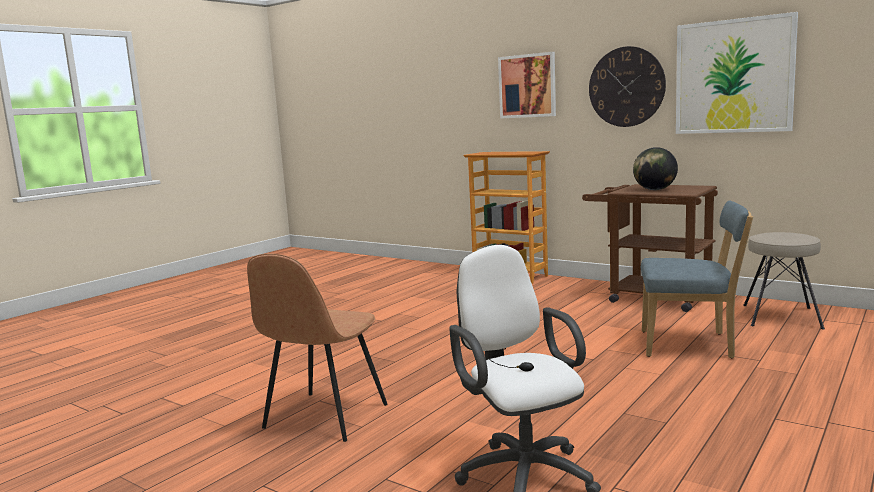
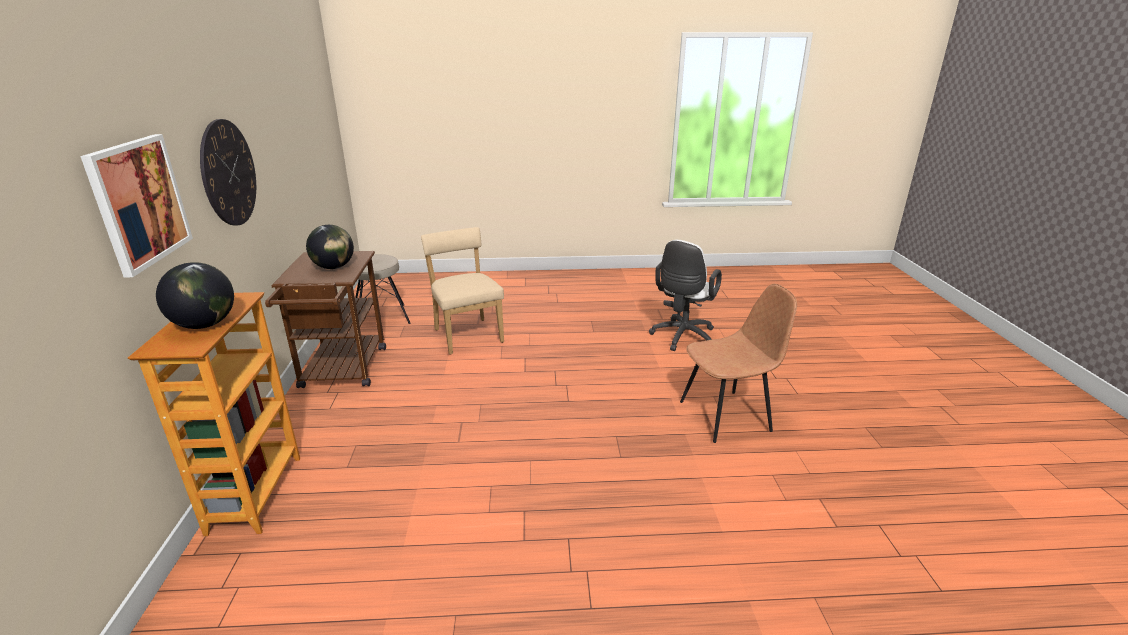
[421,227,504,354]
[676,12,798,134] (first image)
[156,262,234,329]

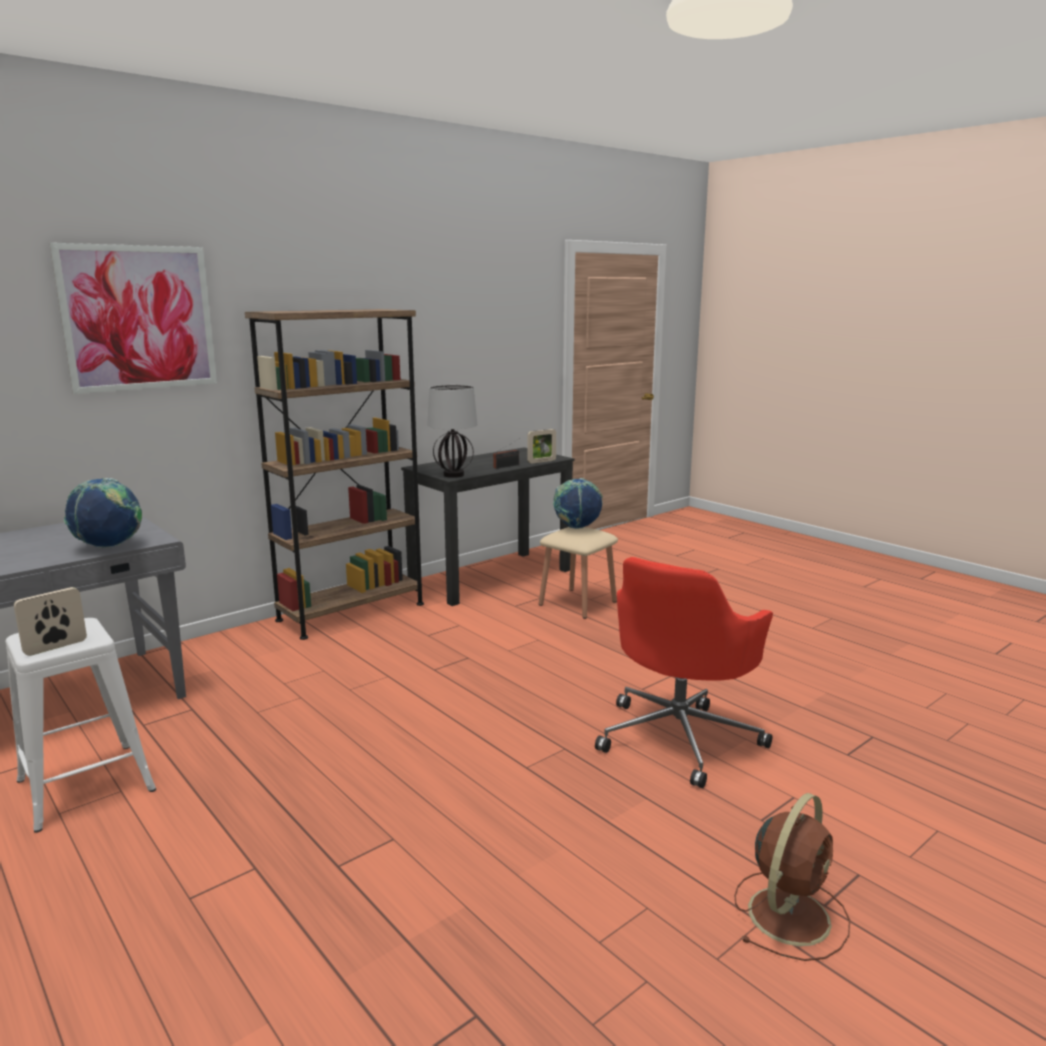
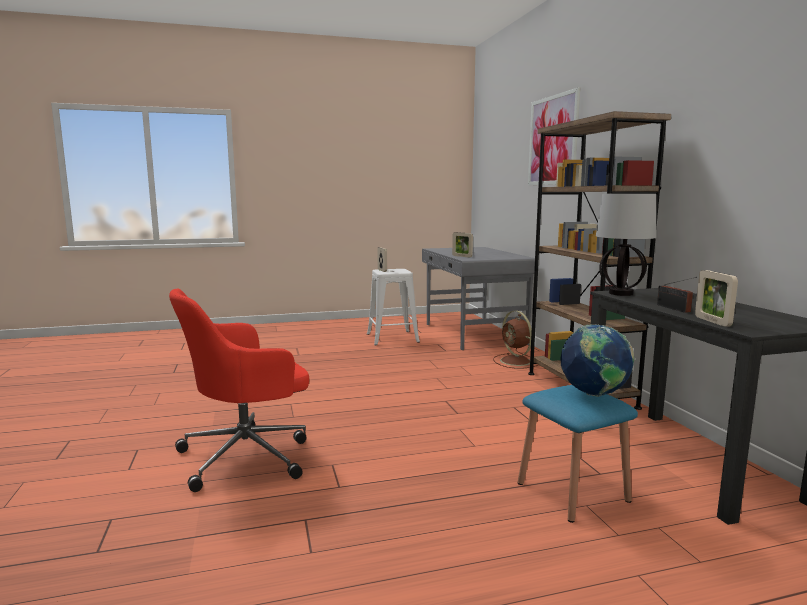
[452,232,473,257]
[518,385,638,523]
[169,289,309,492]
[493,311,538,369]

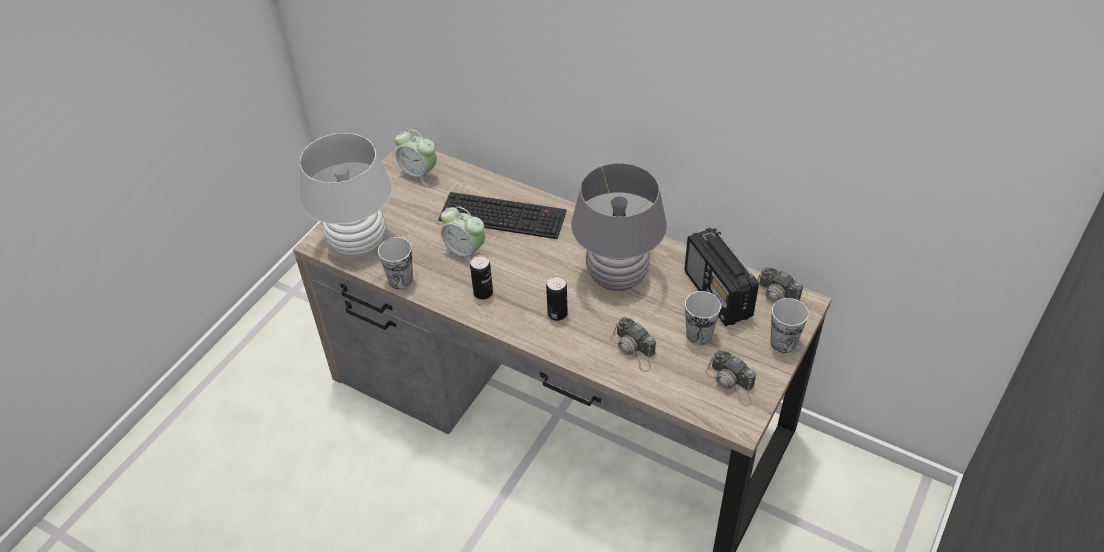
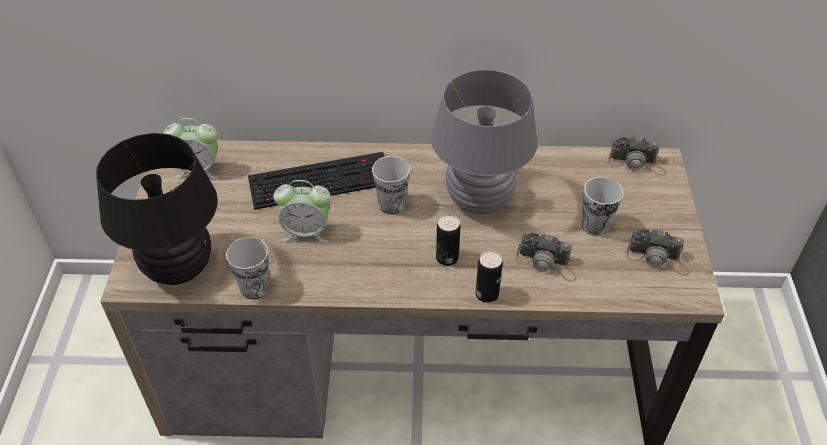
[96,133,218,285]
[475,251,503,303]
[685,228,759,326] (first image)
[372,156,410,214]

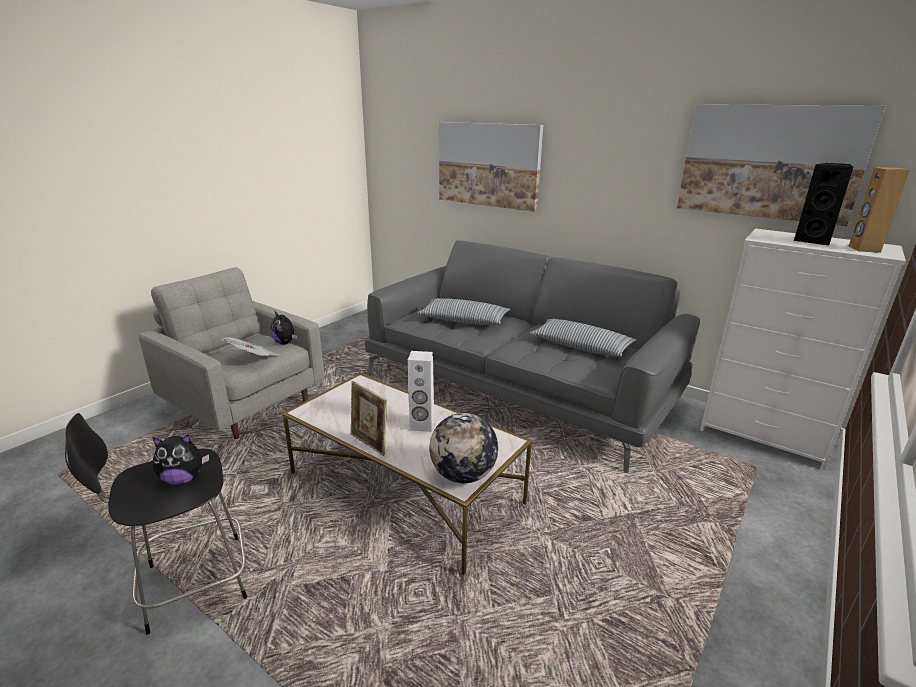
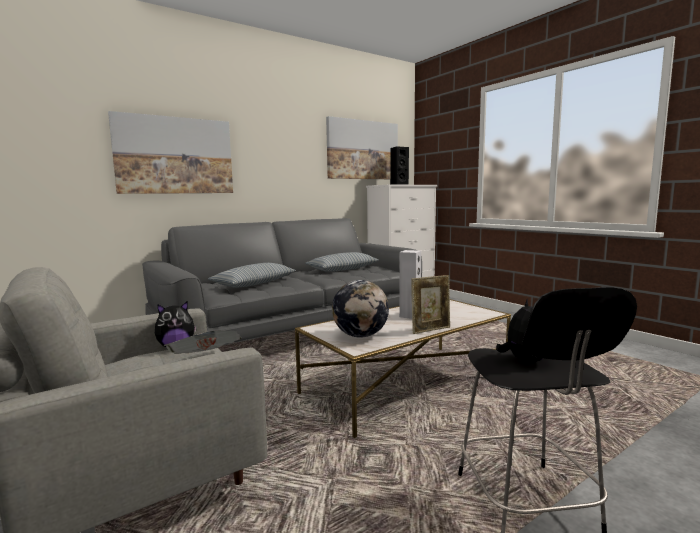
[332,280,389,338]
[849,167,910,253] (first image)

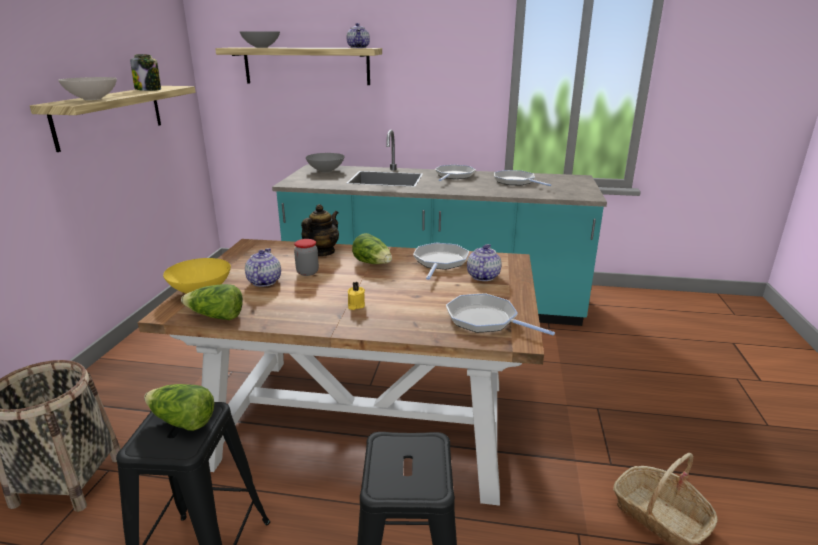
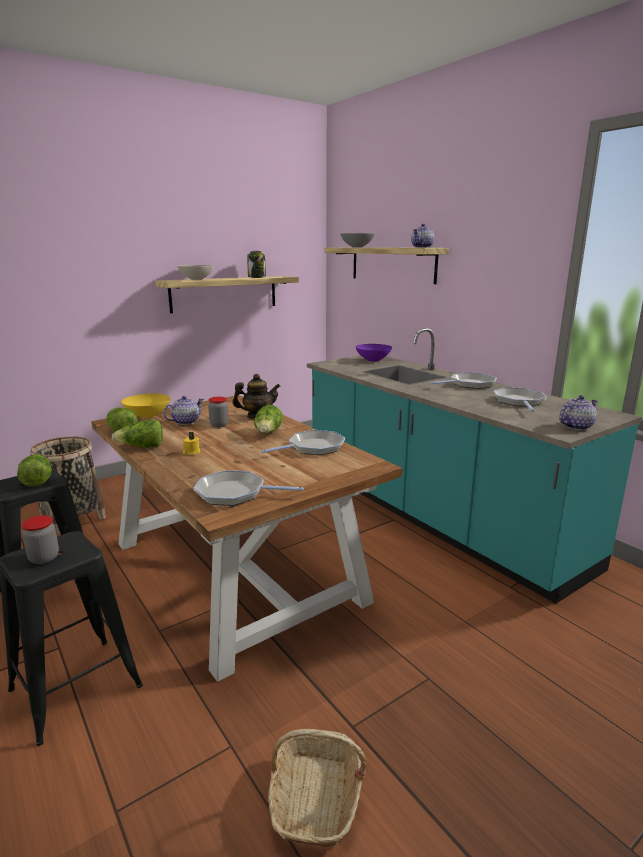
[356,344,392,362]
[194,470,304,506]
[559,395,598,430]
[22,516,59,564]
[112,420,163,447]

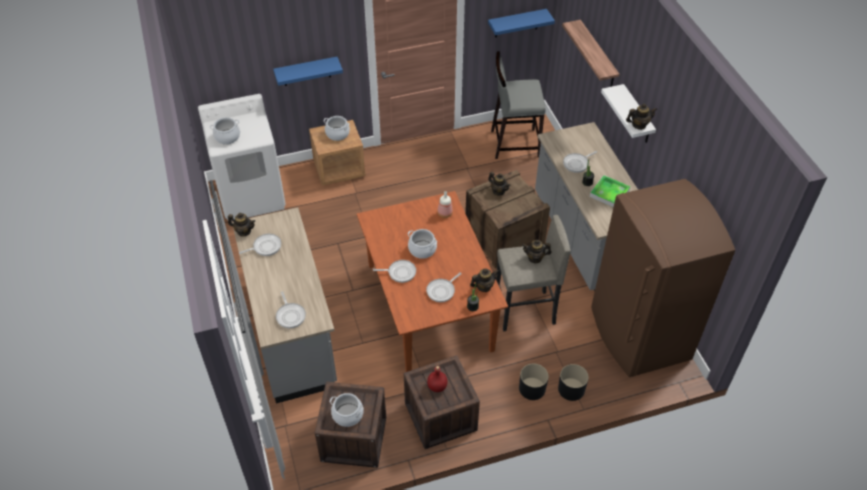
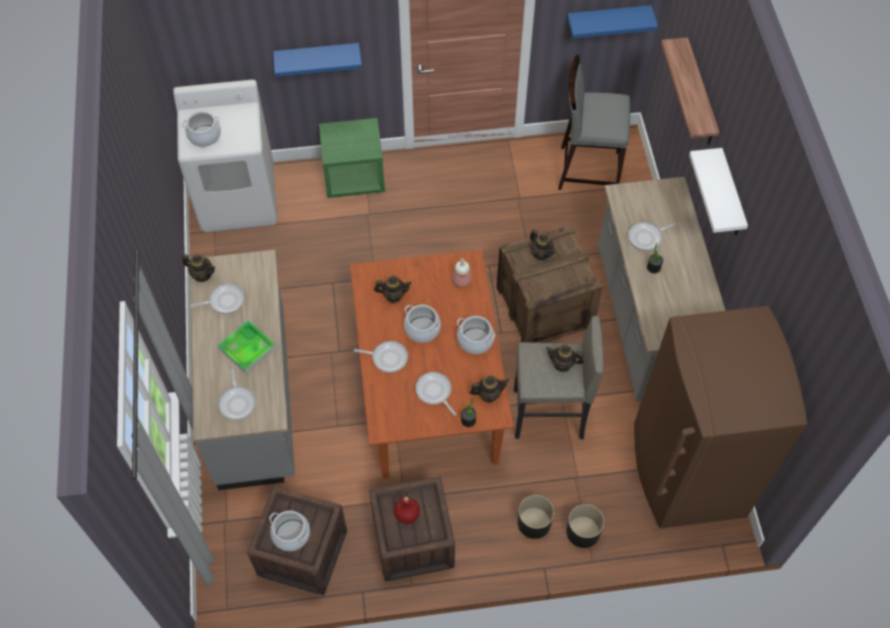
[319,118,385,198]
[457,316,495,354]
[415,372,456,416]
[218,320,276,374]
[374,276,412,303]

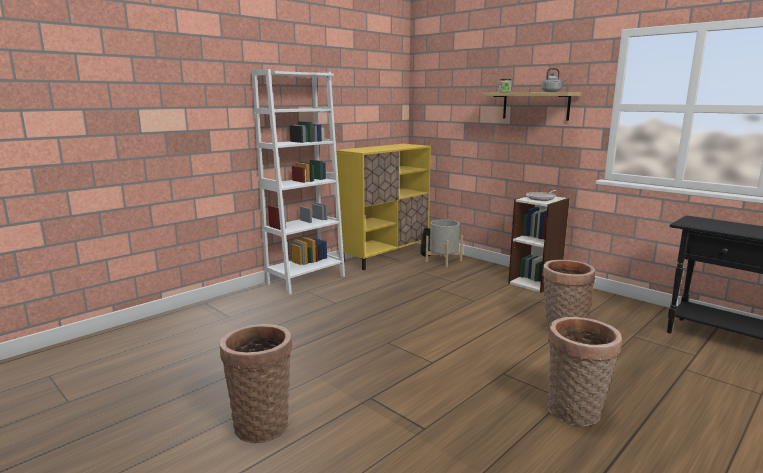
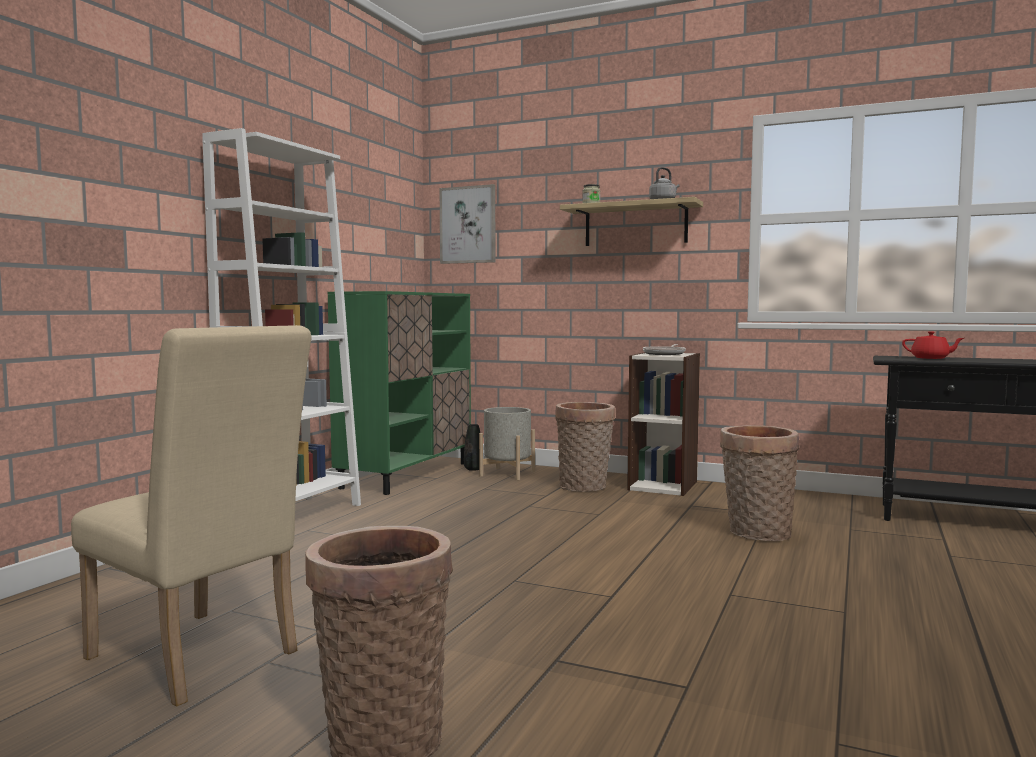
[328,291,471,495]
[555,402,615,492]
[71,325,312,707]
[440,184,495,264]
[902,331,964,359]

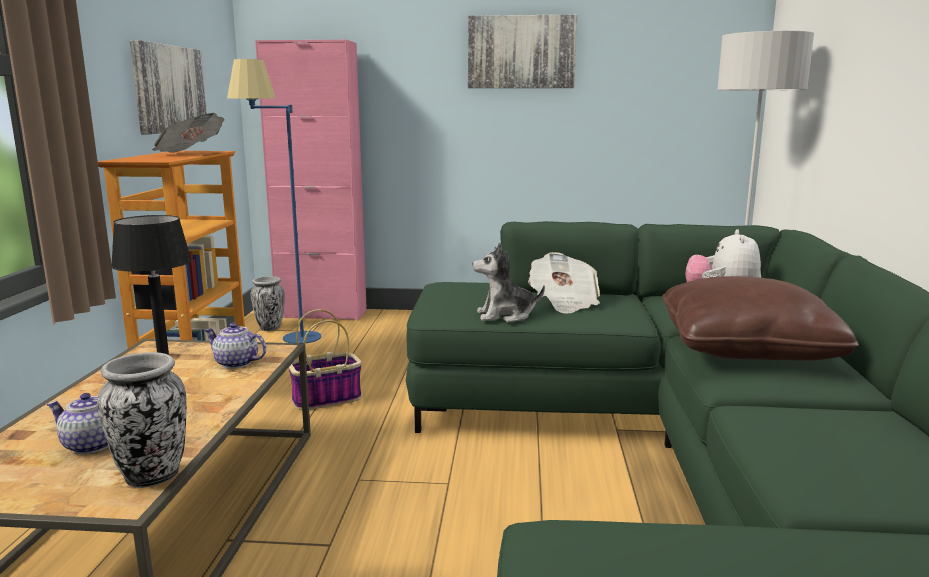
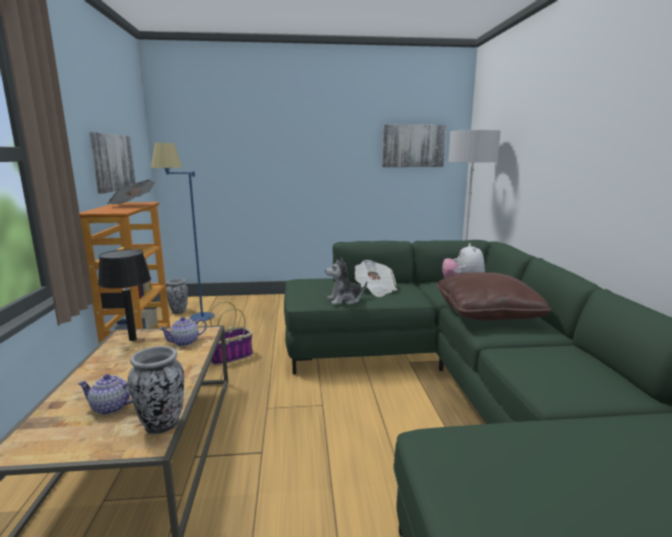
[159,317,207,346]
[255,39,367,321] (first image)
[382,125,446,167]

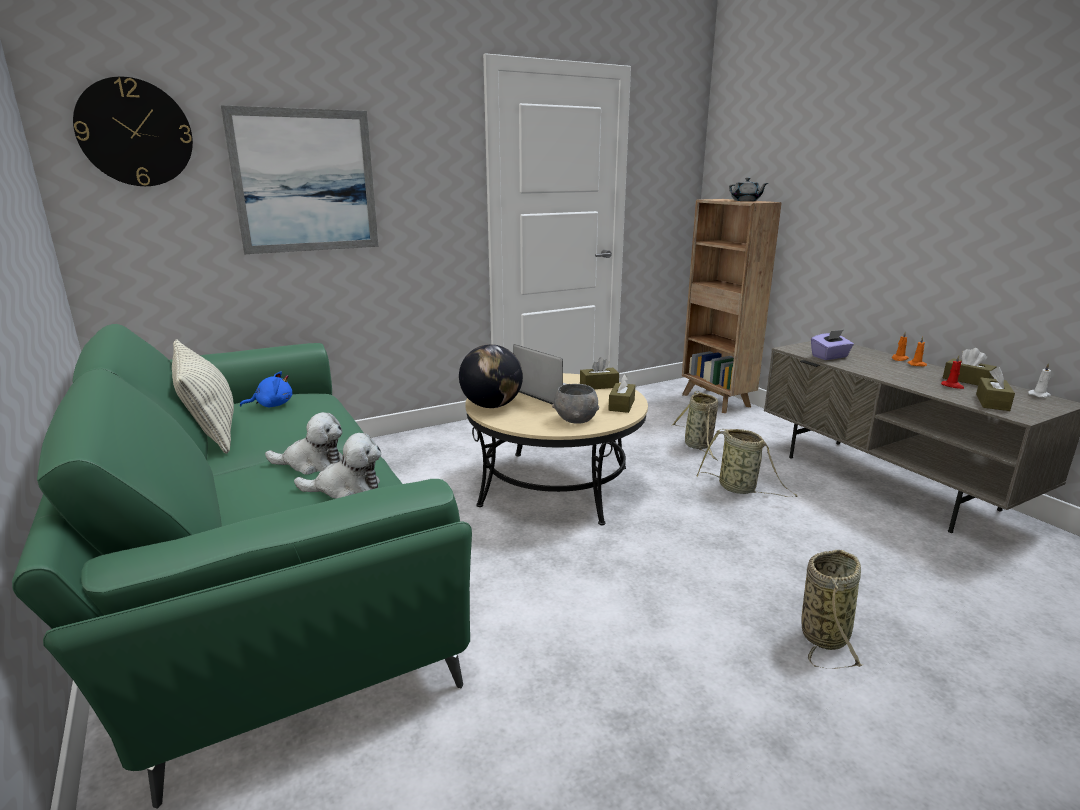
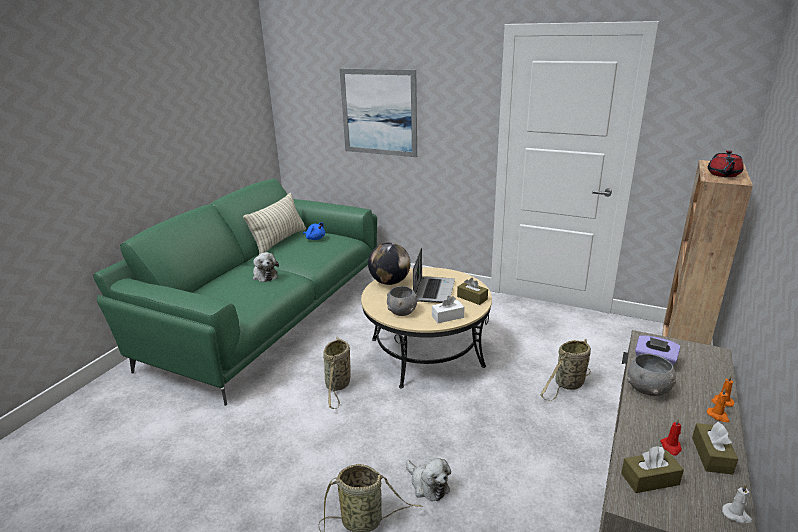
[73,77,193,186] (first image)
[406,458,451,501]
[432,296,464,323]
[323,337,351,409]
[708,150,744,177]
[627,353,676,396]

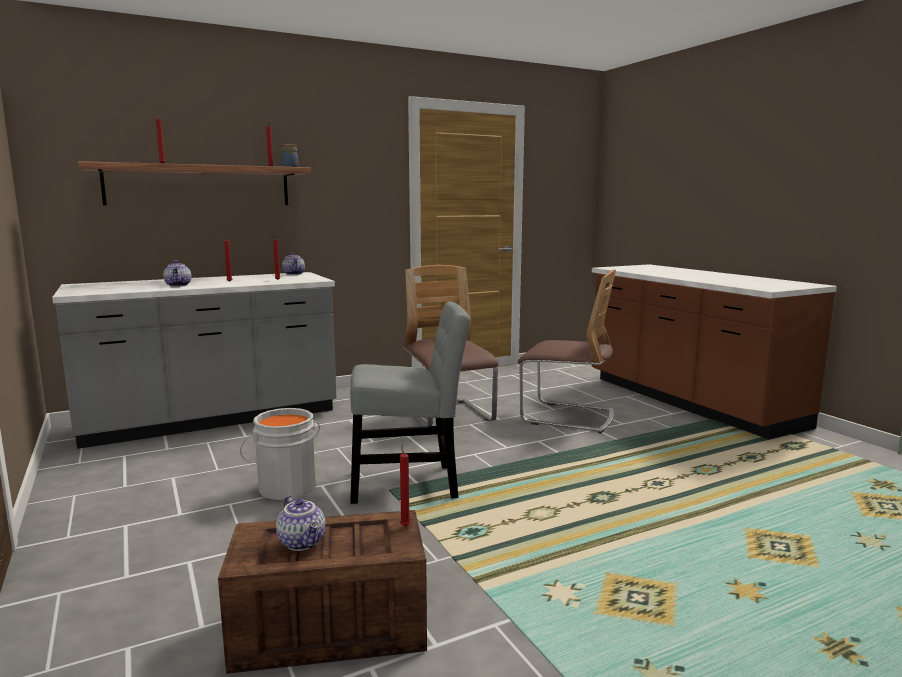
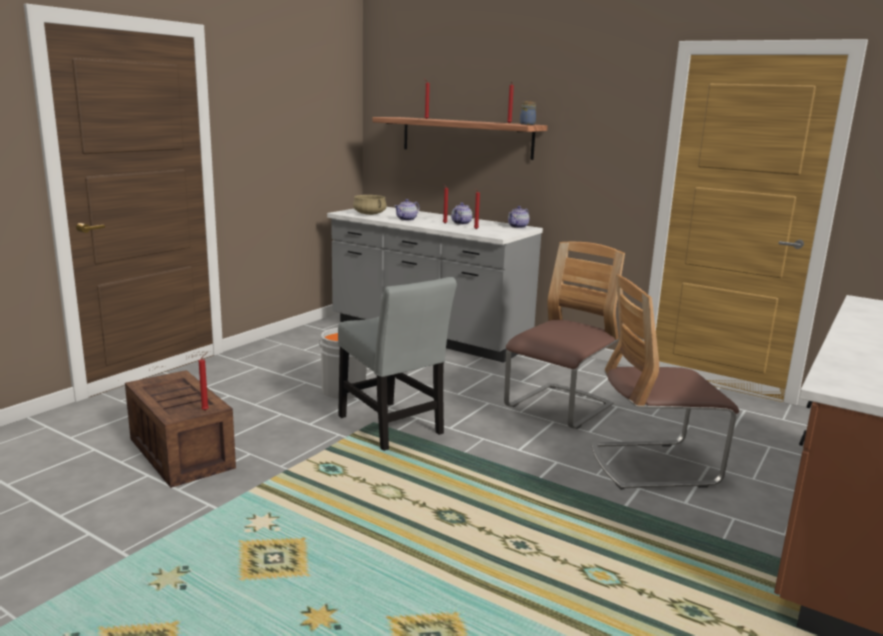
[451,203,472,225]
[591,275,739,490]
[353,195,387,215]

